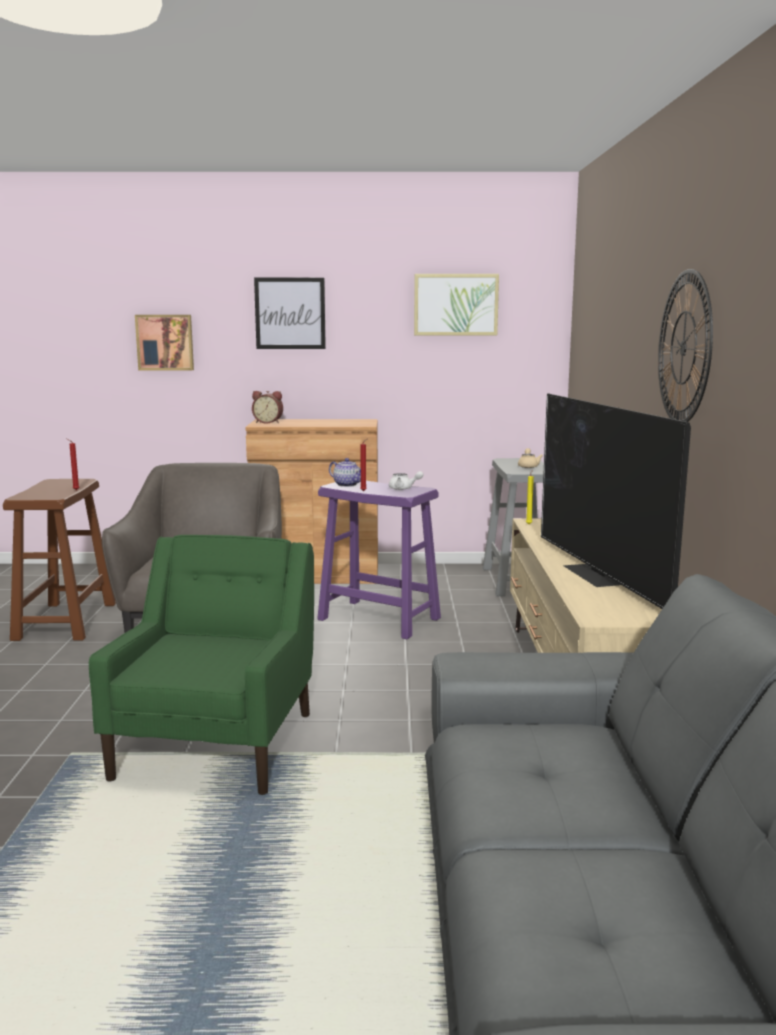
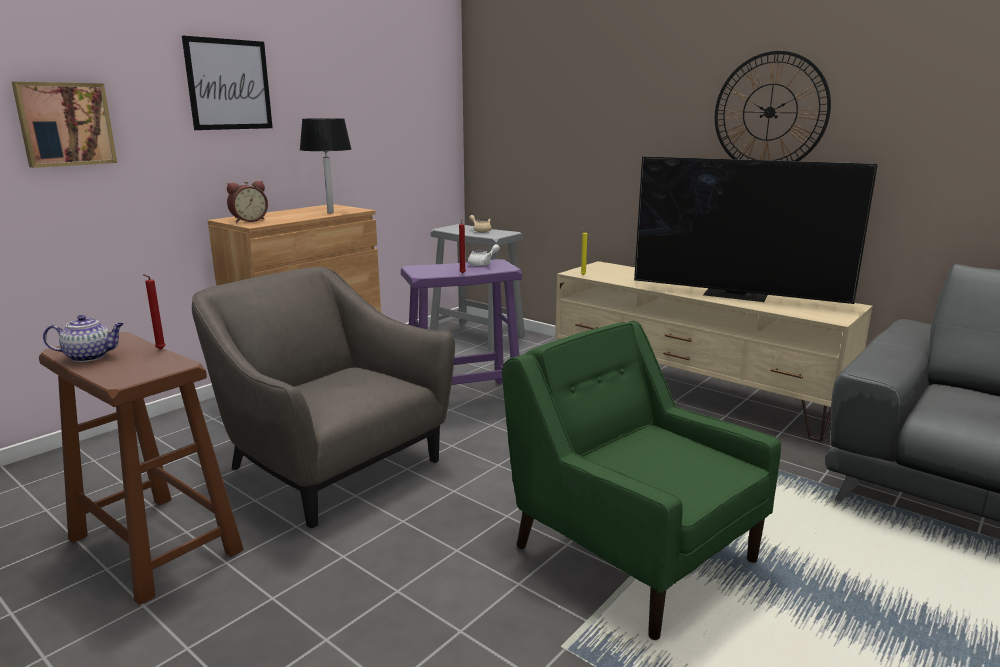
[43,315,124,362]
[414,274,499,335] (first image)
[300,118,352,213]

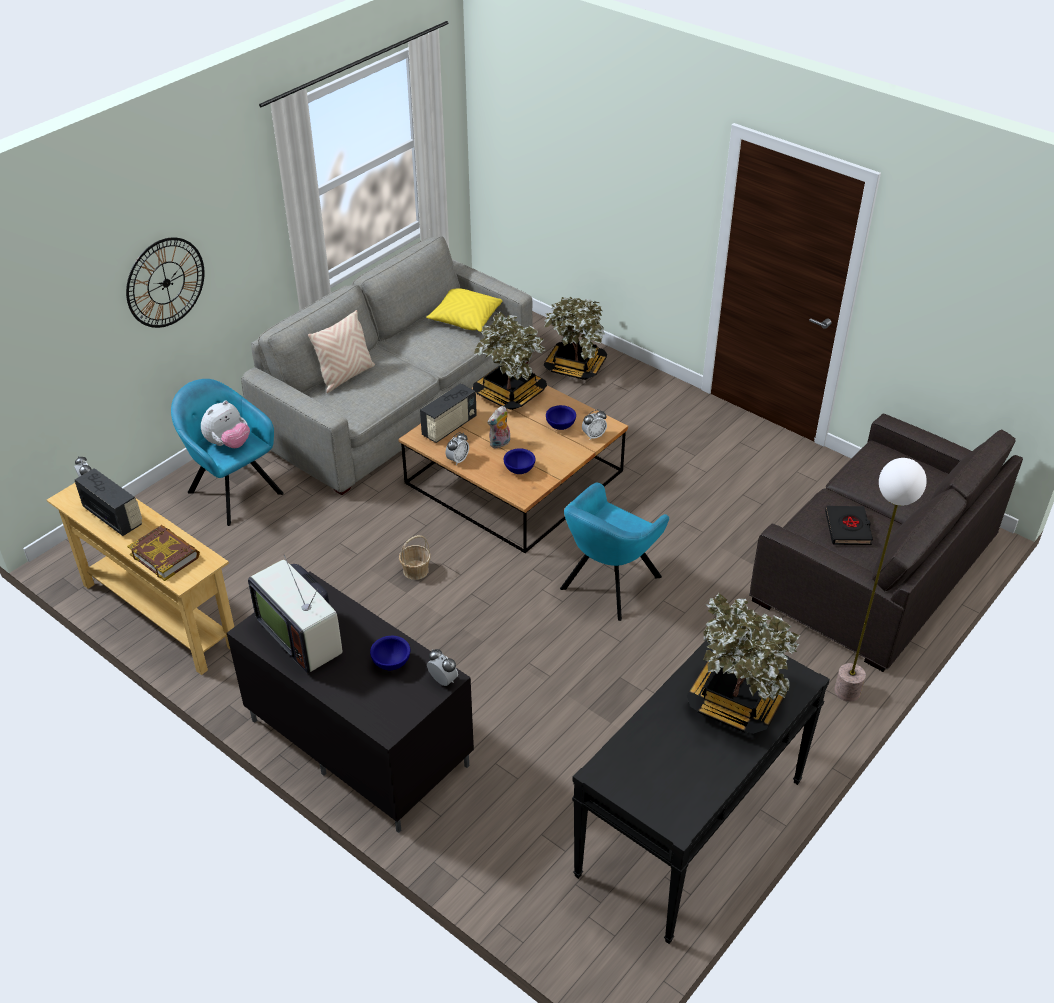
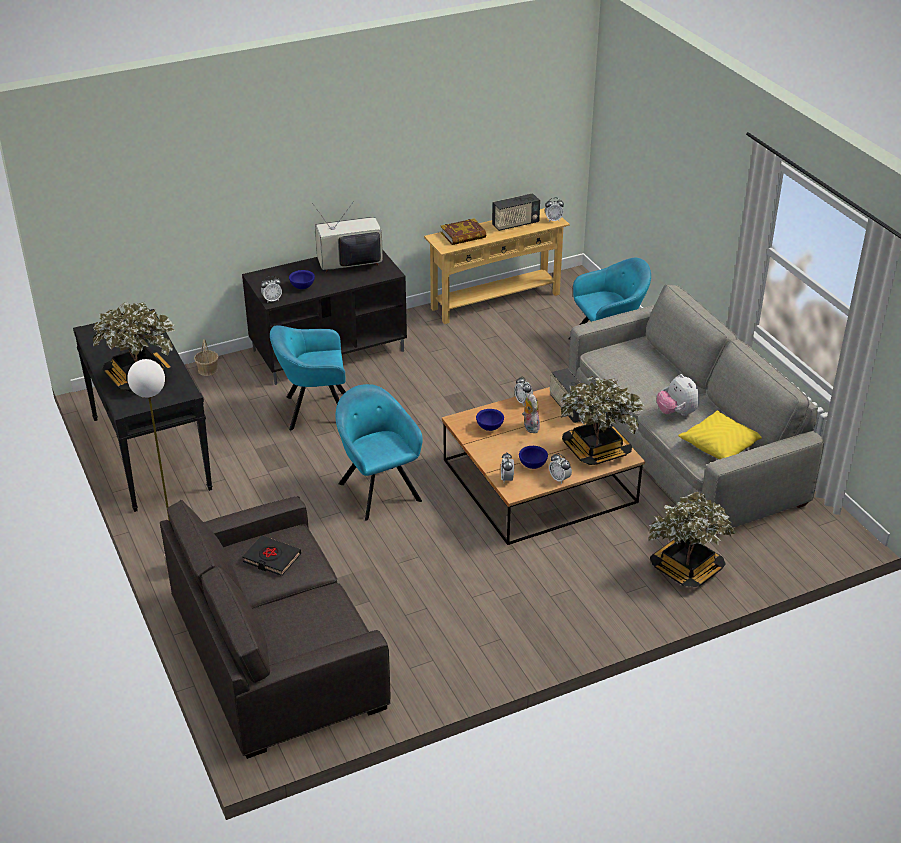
[126,237,204,328] (first image)
[657,374,700,416]
[308,310,375,393] (first image)
[194,339,219,376]
[270,325,346,430]
[549,453,572,484]

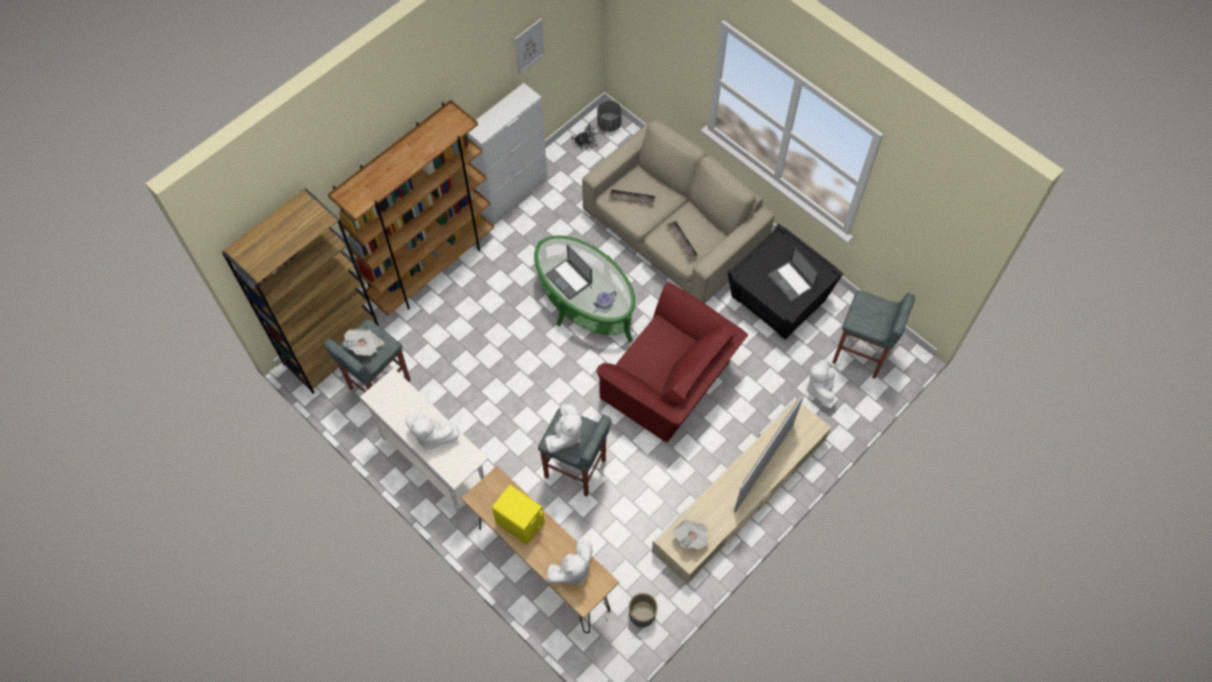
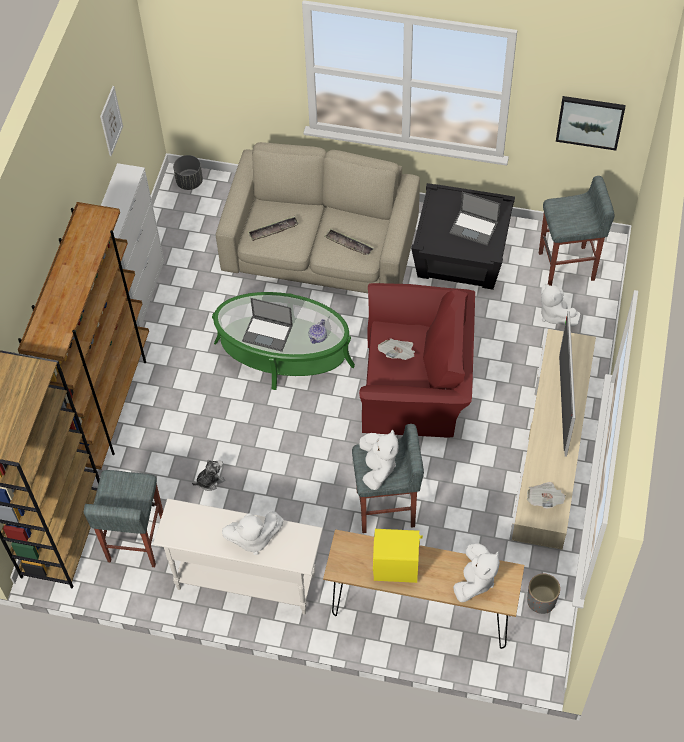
[378,338,415,360]
[192,460,225,491]
[556,96,626,151]

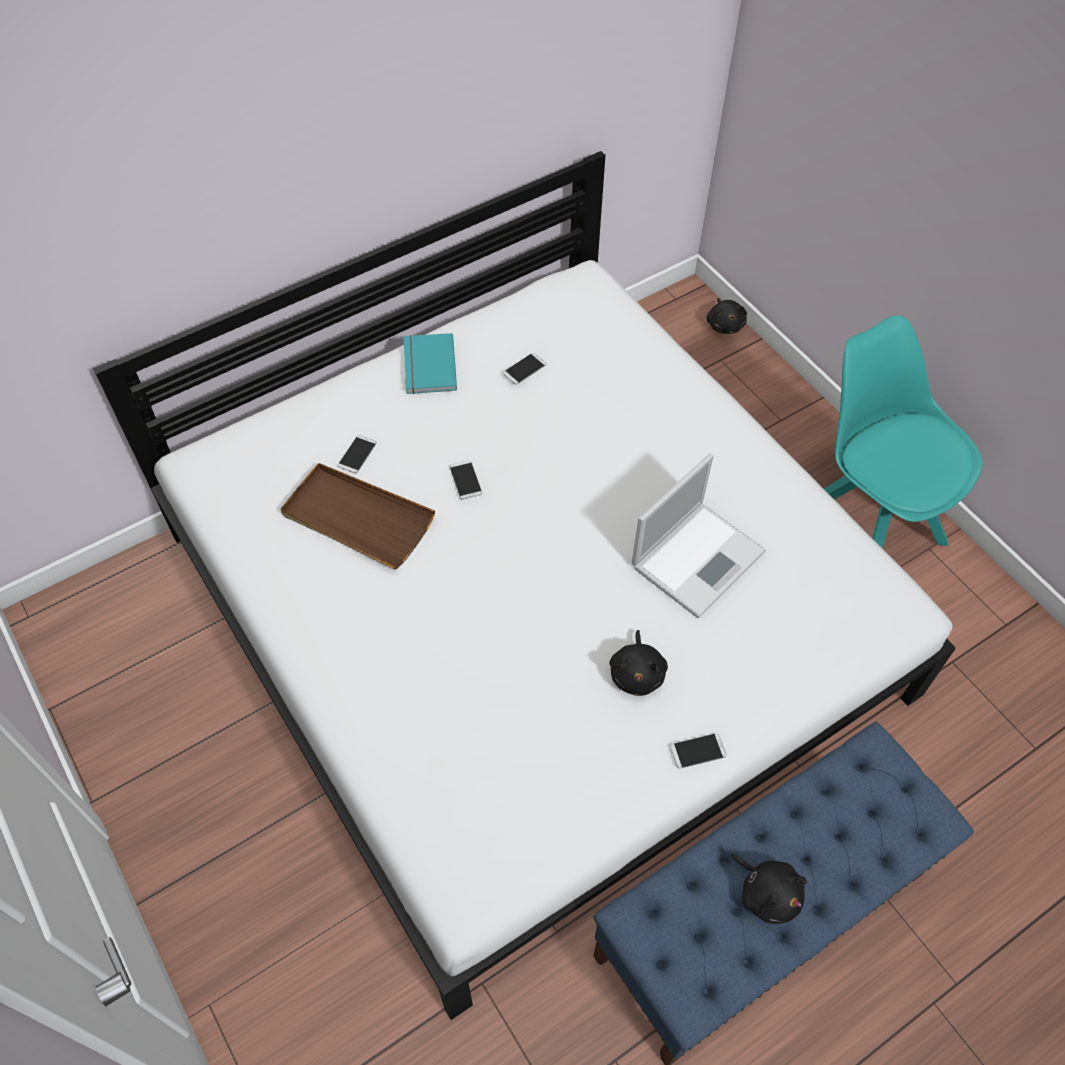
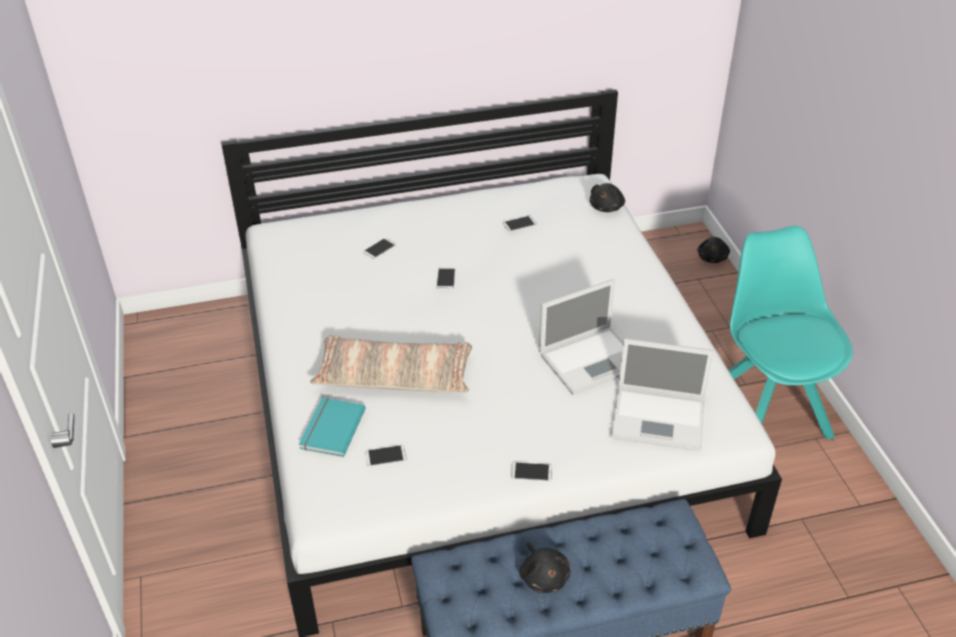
[280,463,435,570] (first image)
[299,397,366,457]
[590,183,625,212]
[310,335,472,393]
[365,445,407,466]
[611,338,714,451]

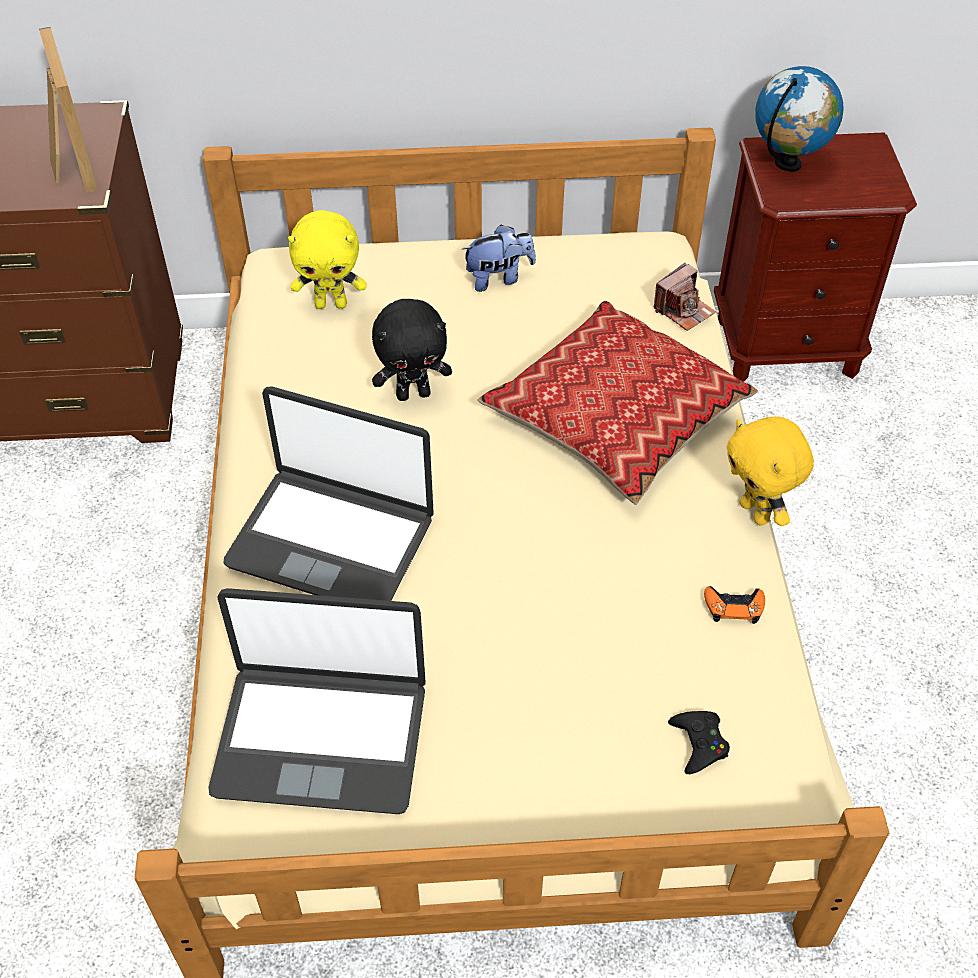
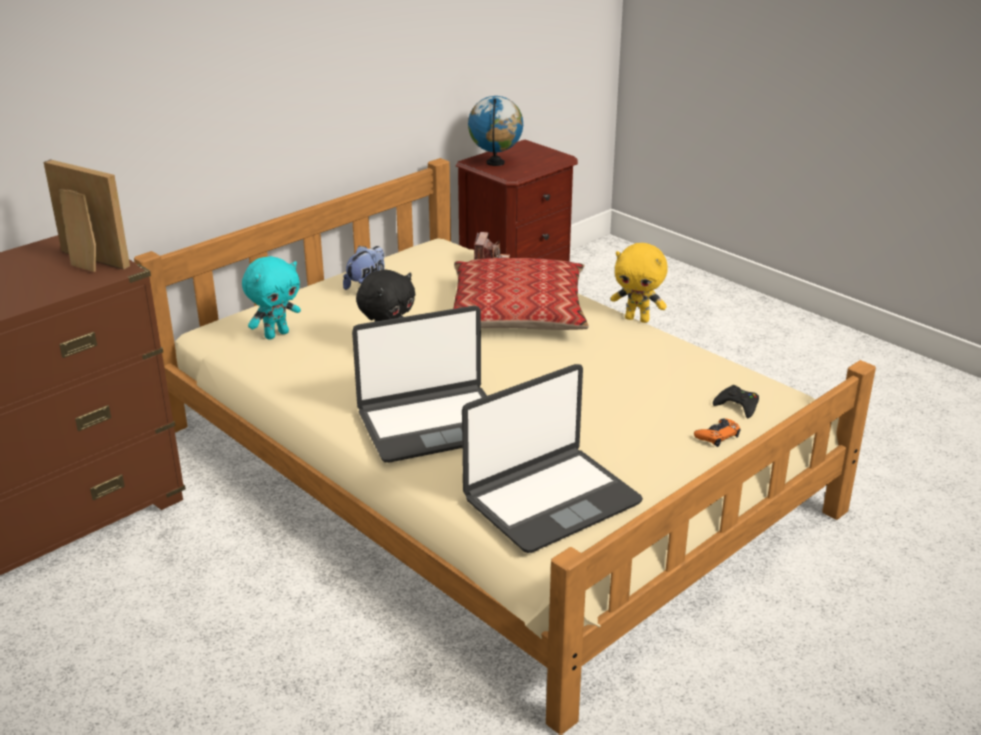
[242,256,301,340]
[694,418,741,447]

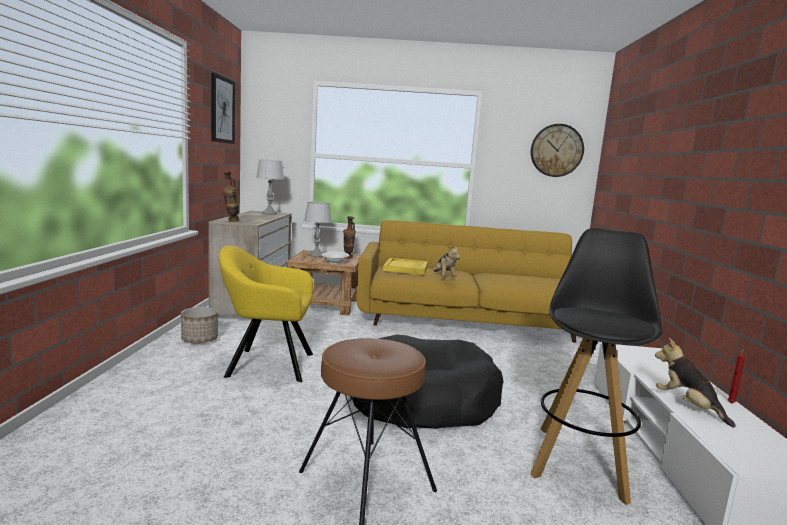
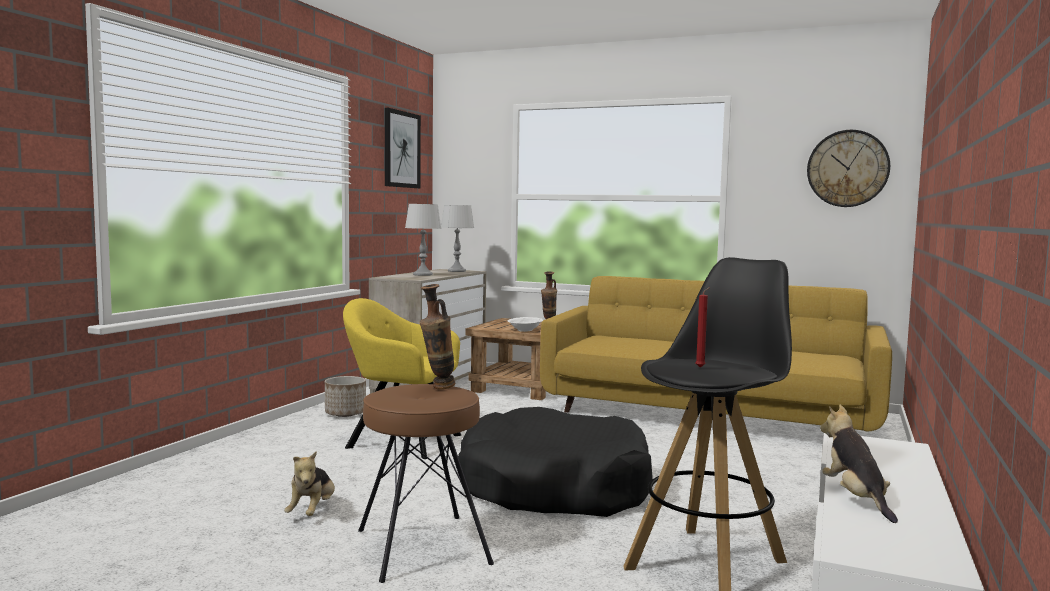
[420,284,455,389]
[405,204,441,276]
[383,258,428,275] (first image)
[284,451,335,516]
[696,287,710,368]

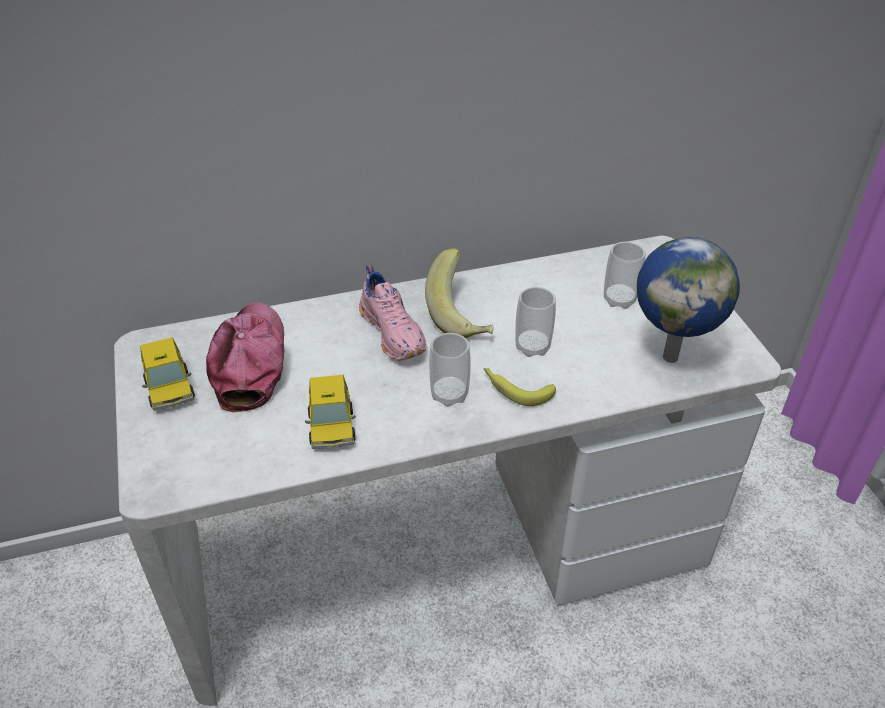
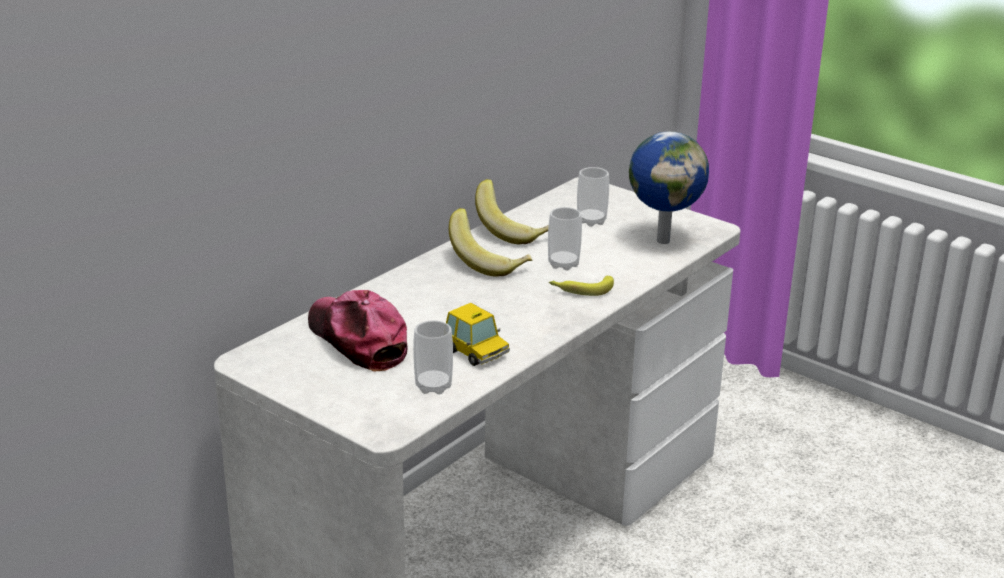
[140,337,195,411] (first image)
[359,265,426,361] (first image)
[413,320,453,395]
[475,179,549,244]

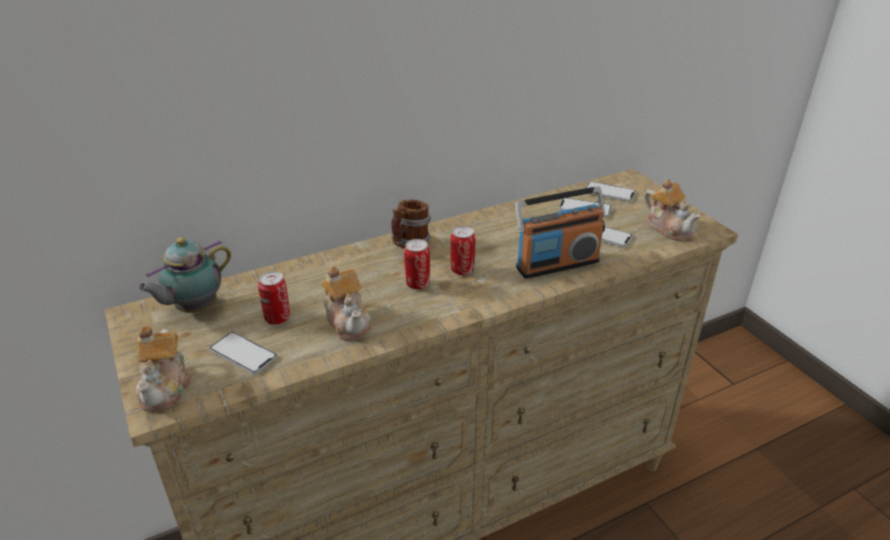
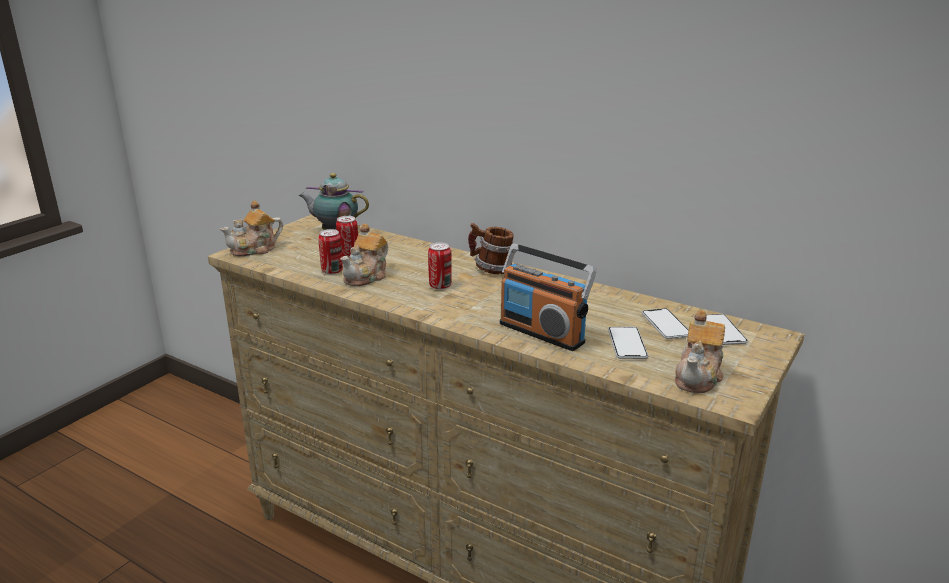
[209,332,277,374] (first image)
[318,229,343,275]

